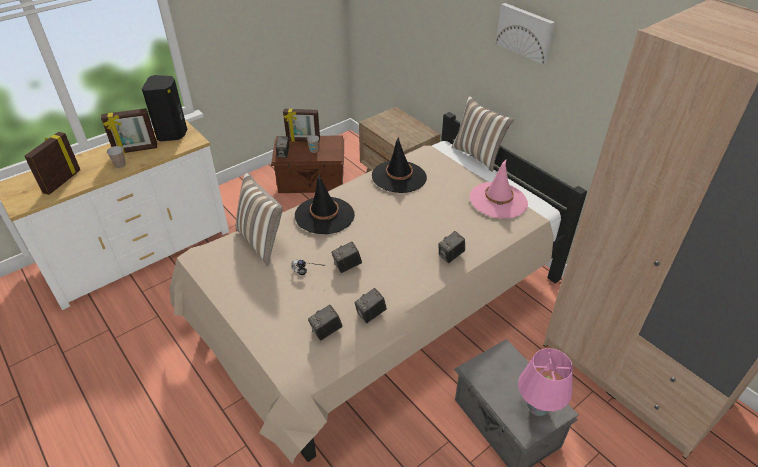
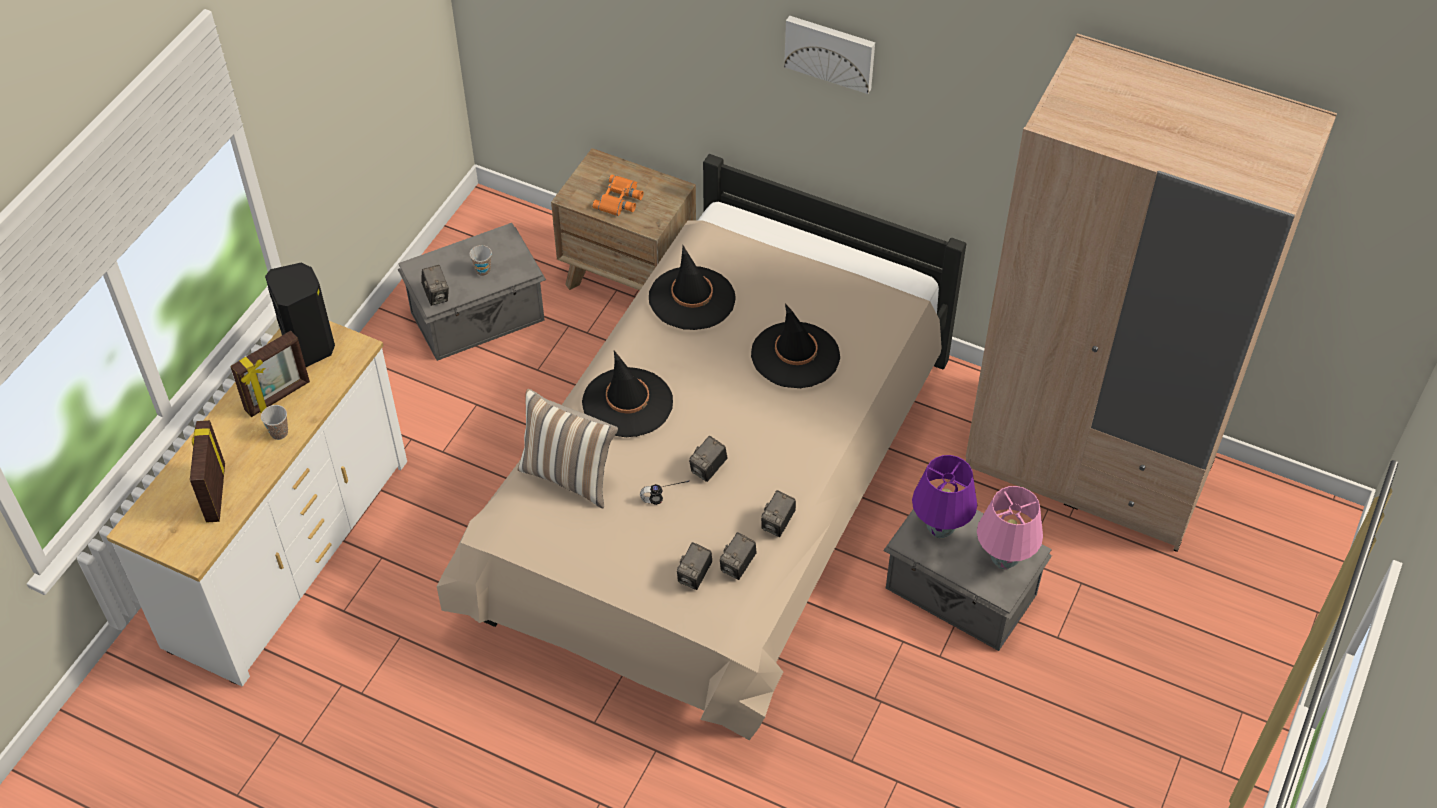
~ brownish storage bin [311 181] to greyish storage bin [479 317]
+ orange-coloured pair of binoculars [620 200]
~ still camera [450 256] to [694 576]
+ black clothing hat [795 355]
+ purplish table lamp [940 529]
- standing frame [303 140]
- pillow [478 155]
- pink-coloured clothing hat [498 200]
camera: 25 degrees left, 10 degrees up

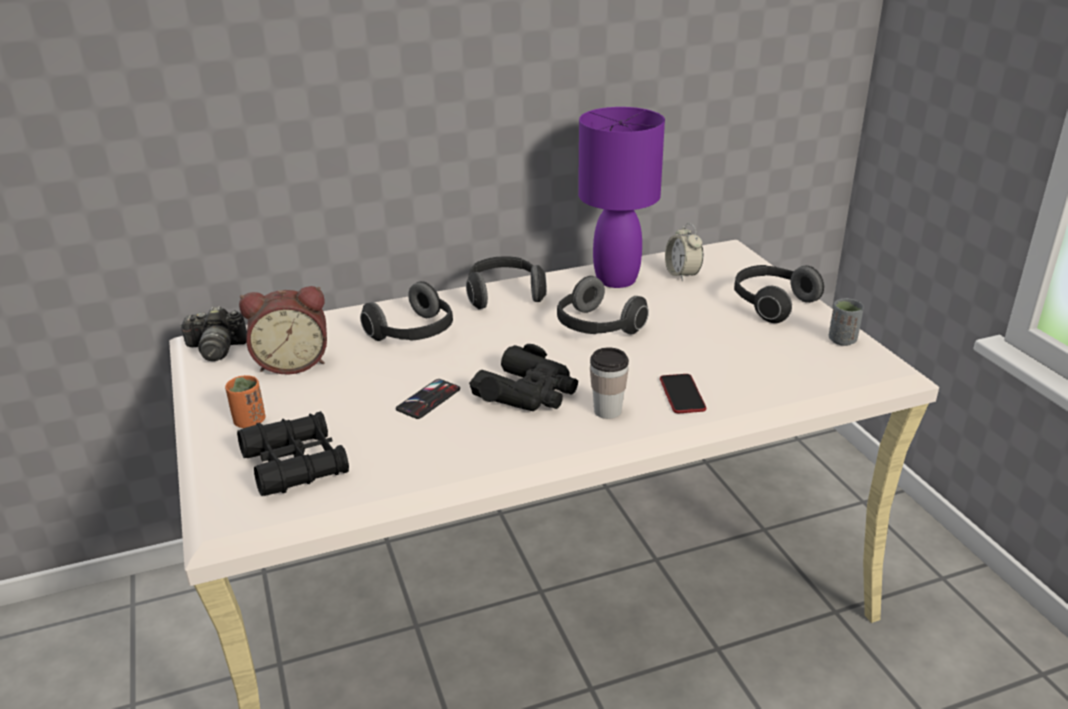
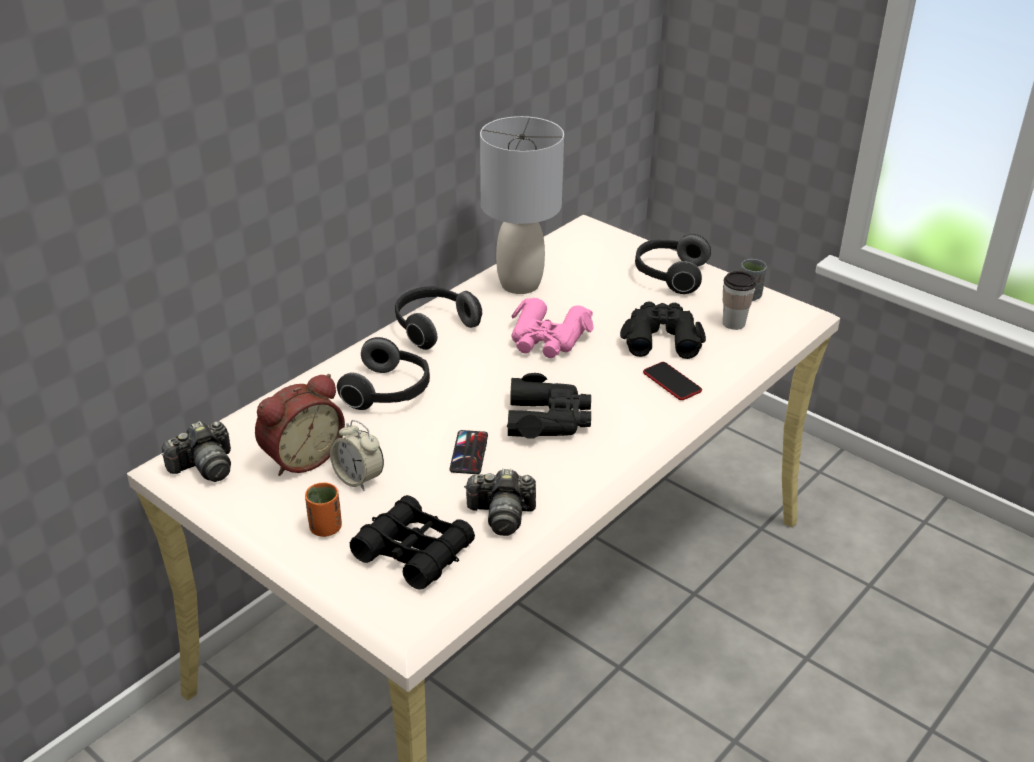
~ bedside clock [682 274] to [358 478]
+ still camera [501 515]
~ purplish table lamp [617 279] to greyish table lamp [520 284]
~ pair of headphones [596 328] to pink-coloured pair of binoculars [547 339]
+ black pair of binoculars [661 337]
~ small cup [607 411] to [734 323]
camera: 30 degrees left, 5 degrees up

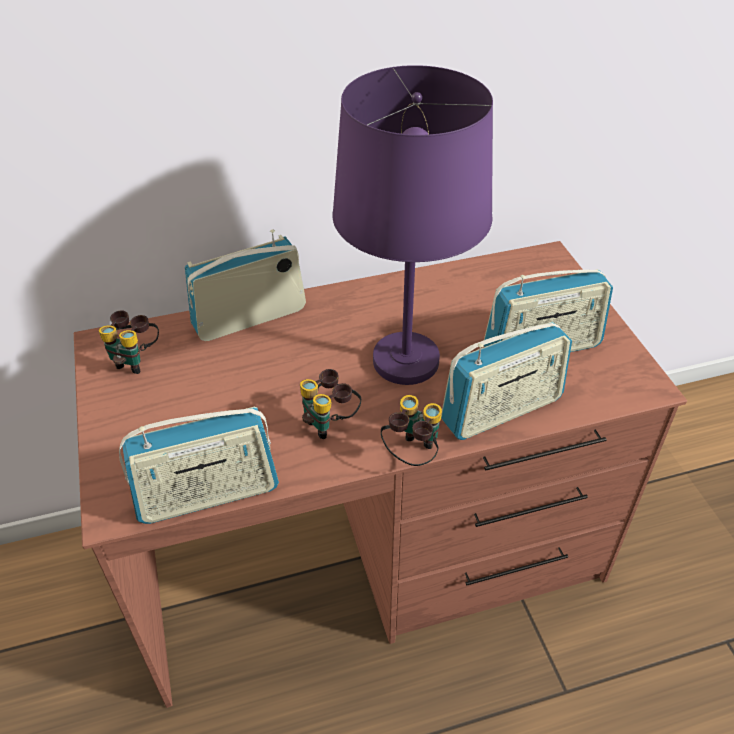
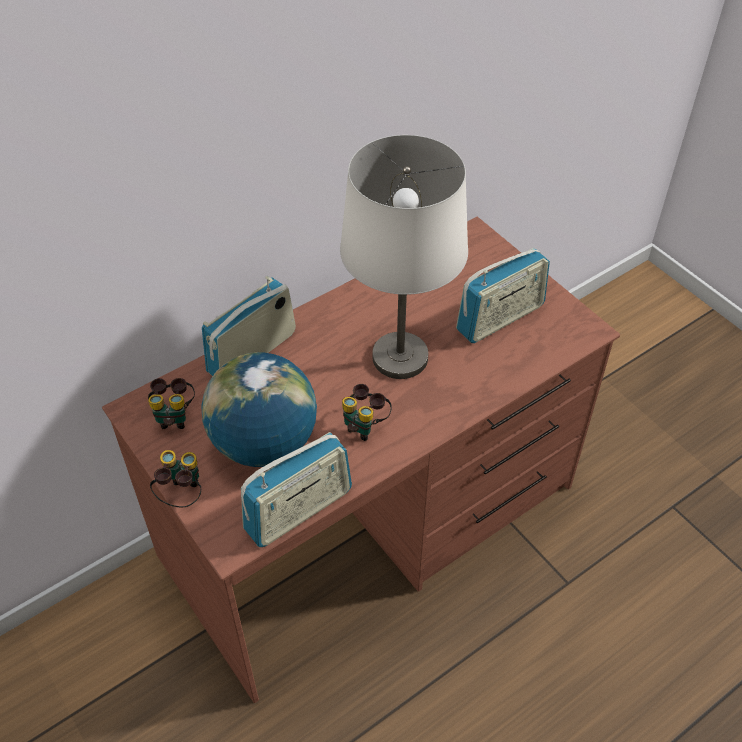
~ pair of binoculars [412 454] to [182 495]
+ world globe [264 443]
~ purplish table lamp [407 361] to white-coloured table lamp [401 358]
- radio set [502 410]
camera: 20 degrees left, 5 degrees up

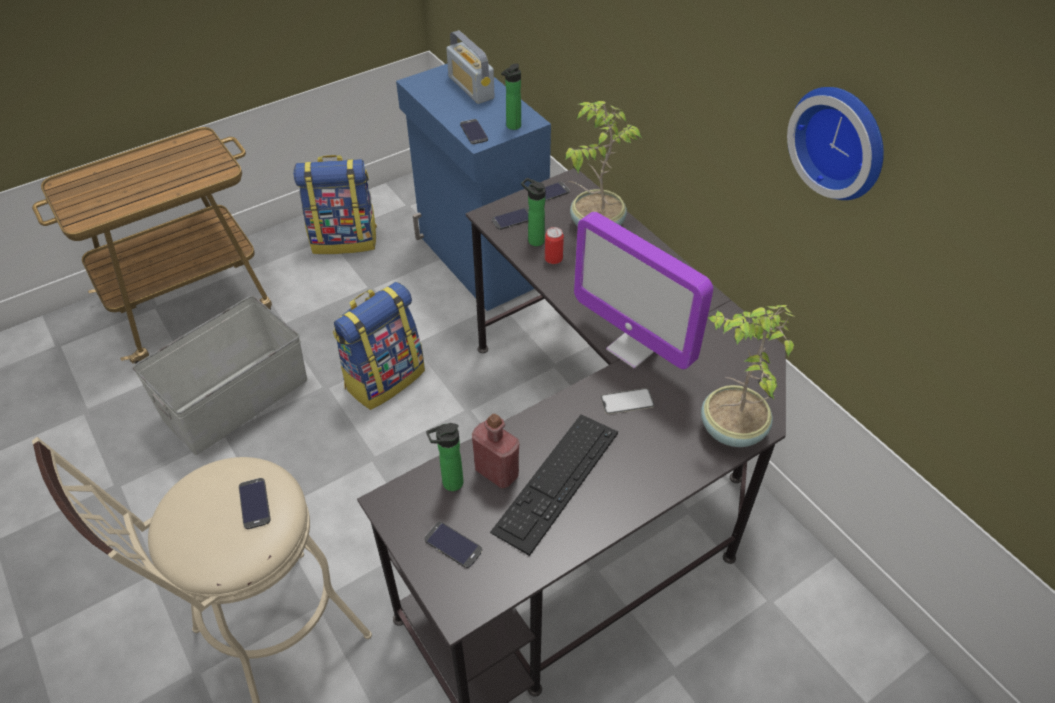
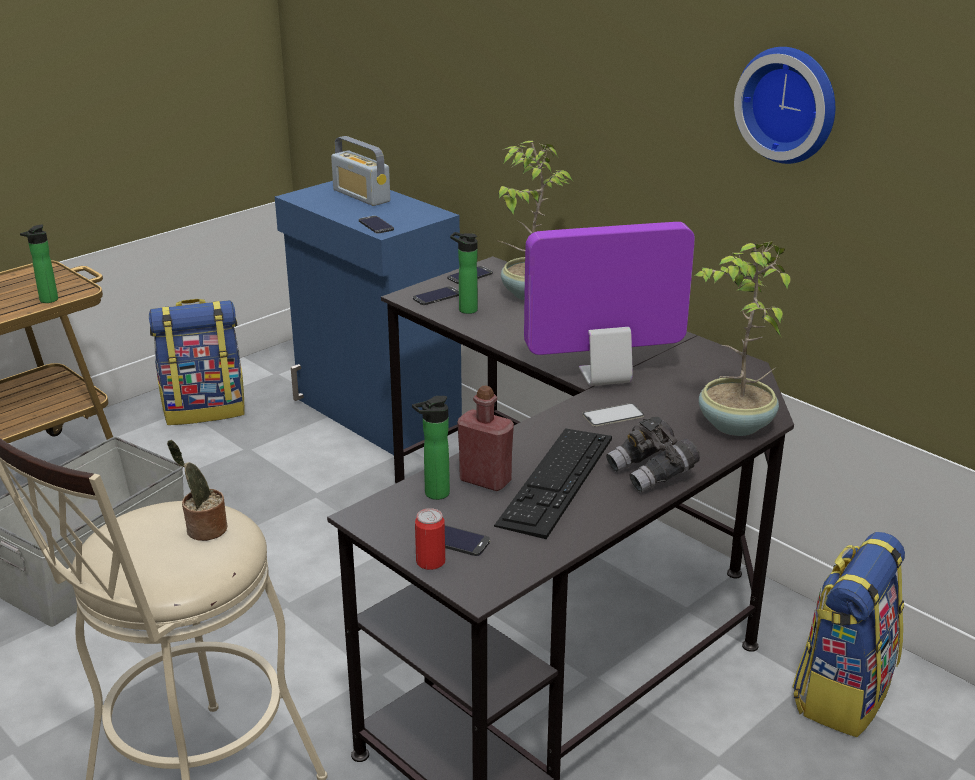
~ beverage bottle [512 127] to [46 301]
~ telephone [254 503] to potted plant [203 530]
~ metal can [553 258] to [430 562]
~ computer screen [633 348] = [604 377] 135 degrees clockwise
+ greyish pair of binoculars [652 473]
~ knapsack [384 378] to [842 692]
camera: 10 degrees left, 20 degrees down

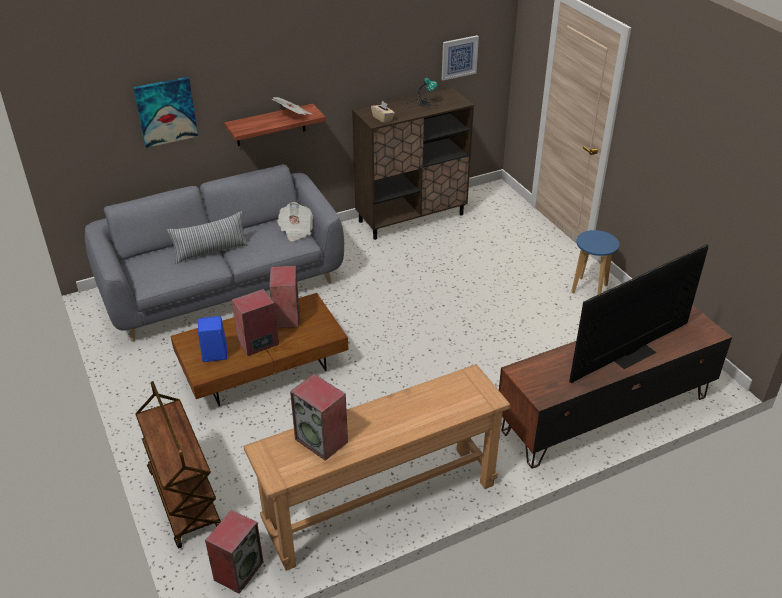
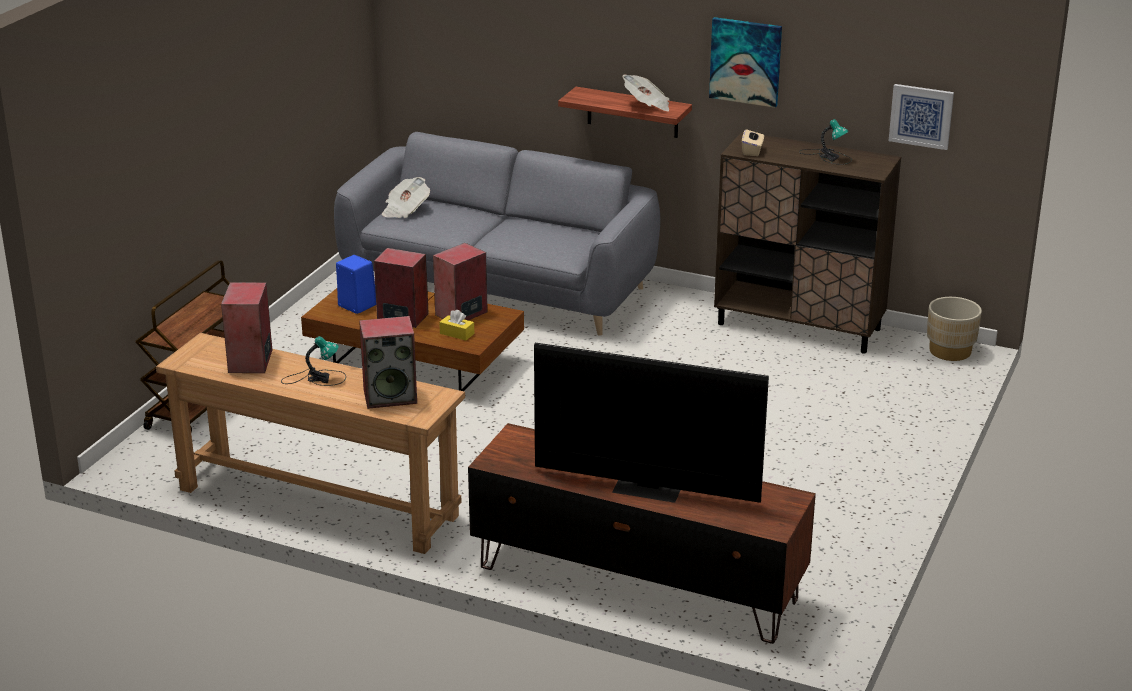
+ table lamp [316 378]
~ loudspeaker [238 570] to [391 396]
~ daily paper [296 230] to [405 210]
+ yellowish tissue holder [457 333]
~ picture [166 111] to [745 61]
+ sand-coloured planter [950 351]
- pillow [211 251]
- bluish sitting stool [589 289]
camera: 50 degrees right, 10 degrees down

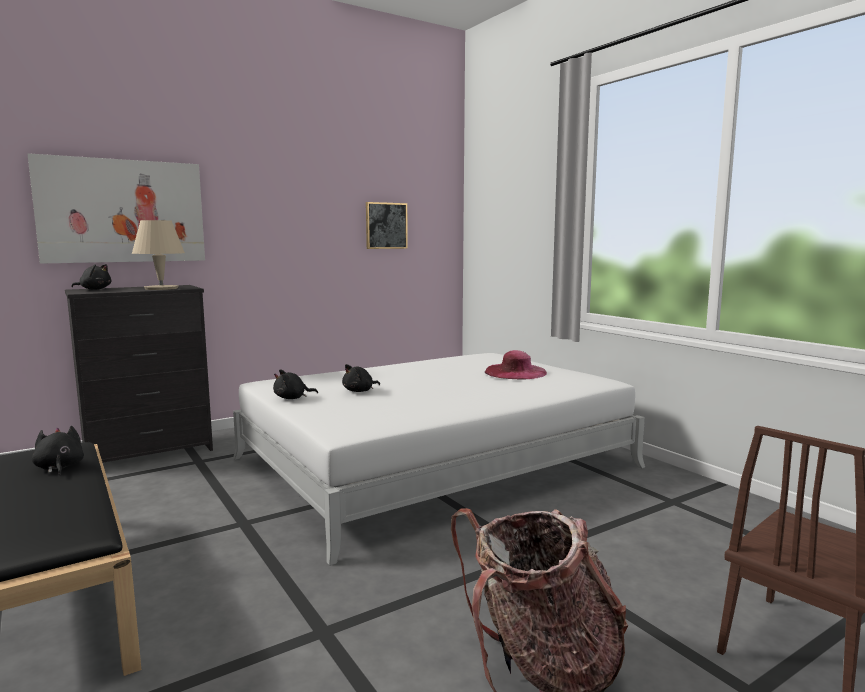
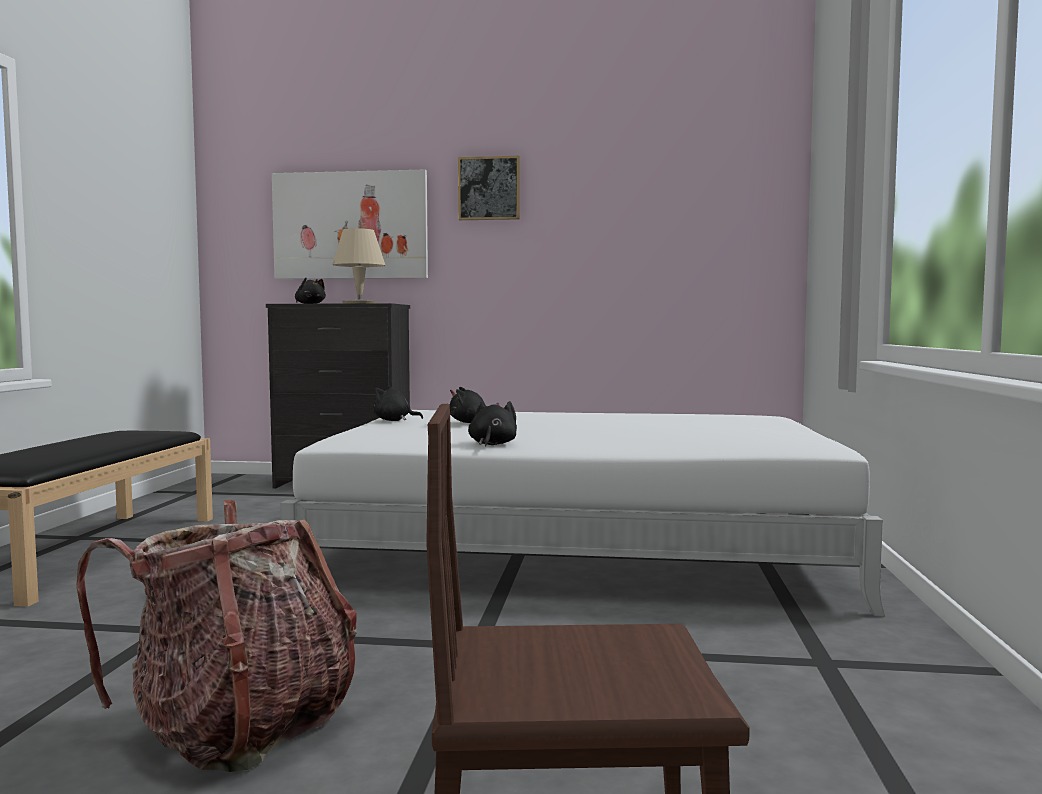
~ picture [386 225] to [489 188]
~ black plush toy [59 468] to [492 444]
- pink-coloured clothing hat [515 372]
camera: 40 degrees right, 5 degrees down

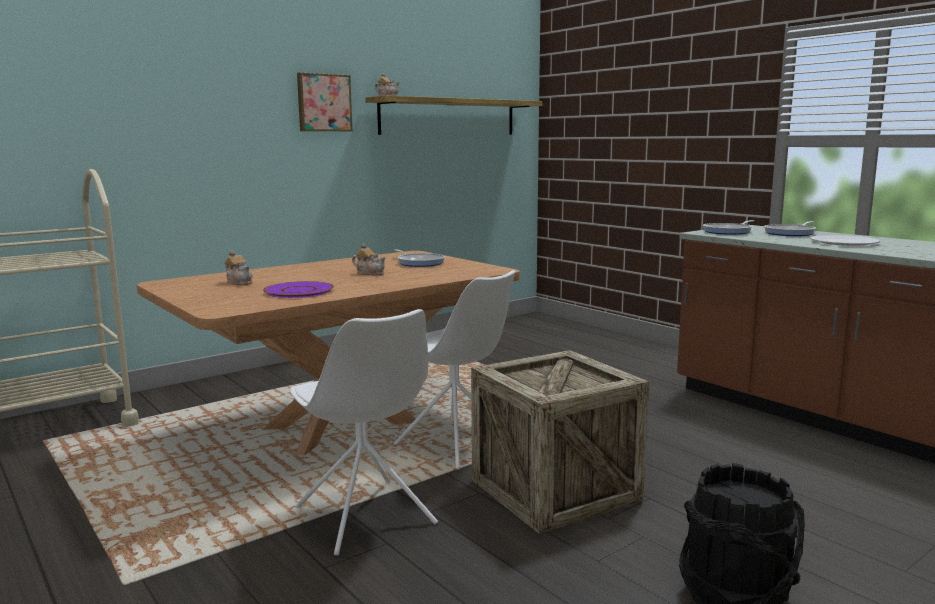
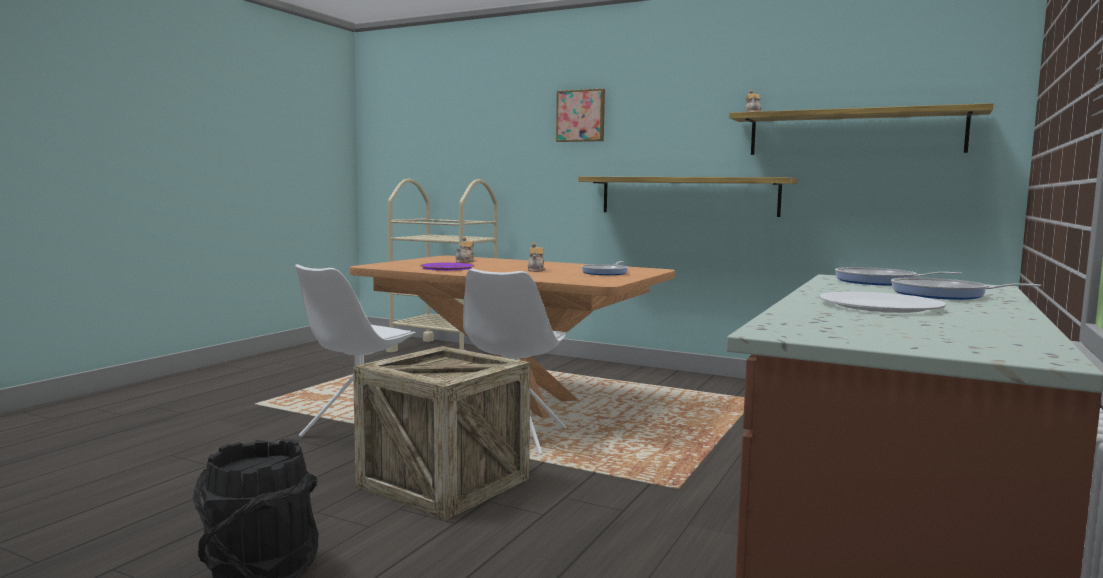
~ picture [323 103] to [581 116]
+ bracket shelf [688 196]
camera: 65 degrees right, 5 degrees down

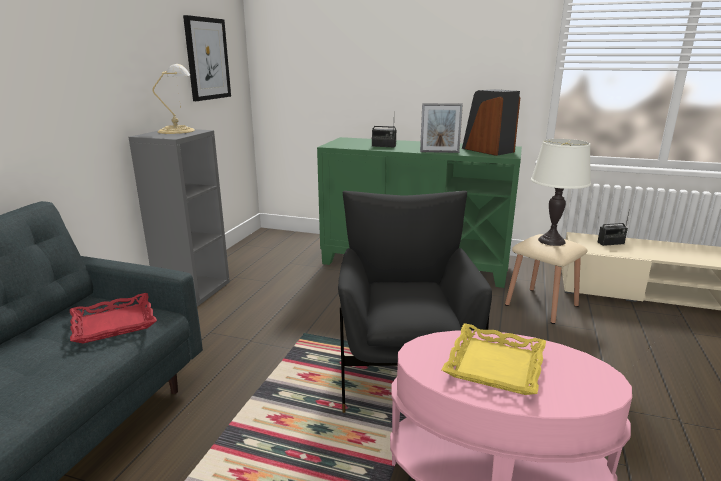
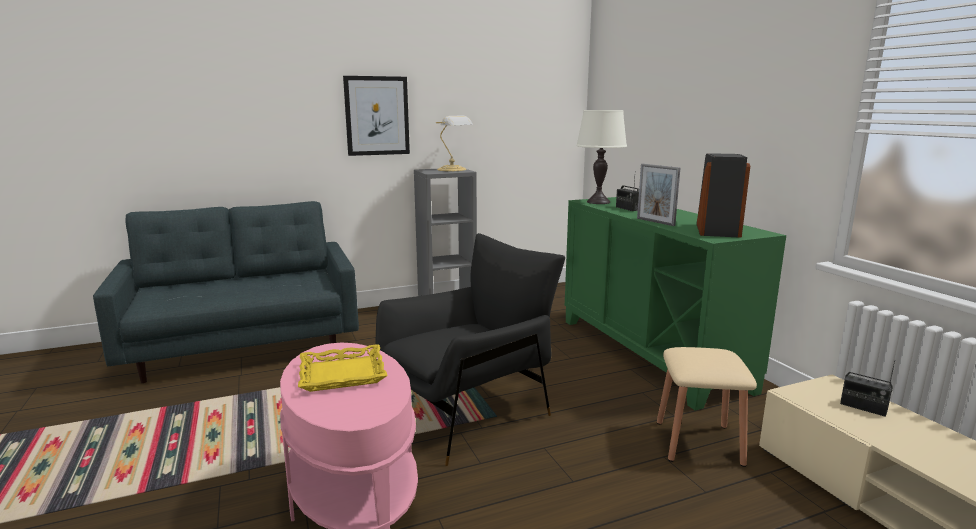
~ picture [207 59] to [377 116]
~ white-coloured table lamp [551 241] to [598 202]
- reddish serving tray [113 324]
camera: 50 degrees right, 5 degrees down

